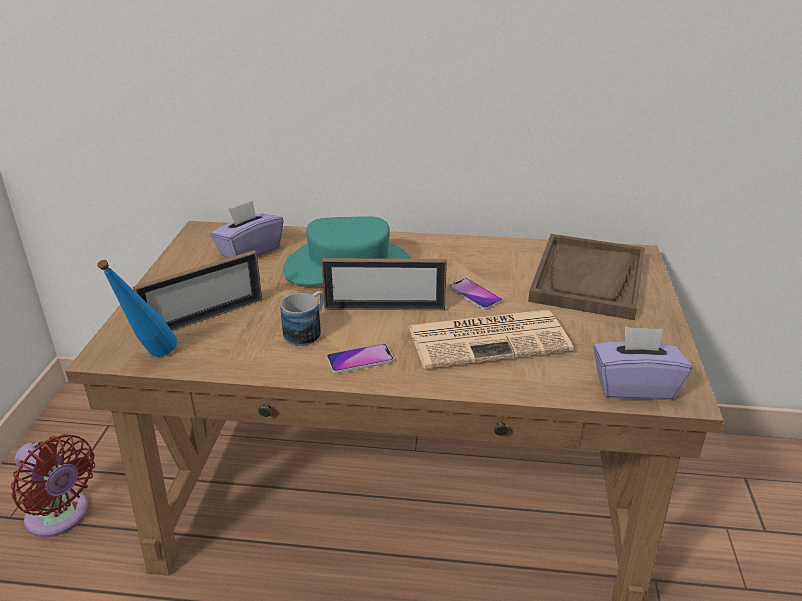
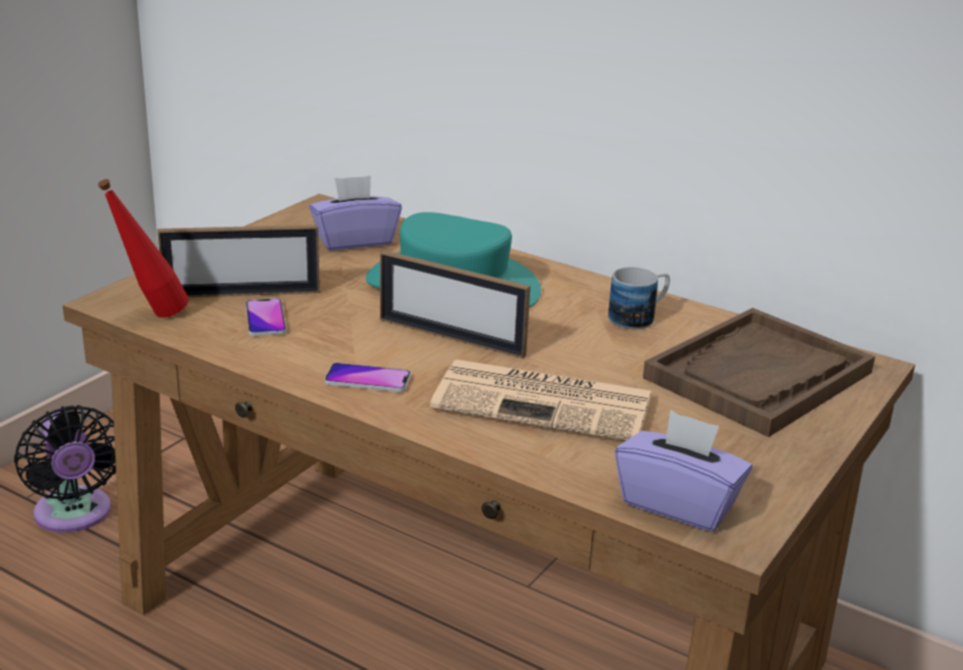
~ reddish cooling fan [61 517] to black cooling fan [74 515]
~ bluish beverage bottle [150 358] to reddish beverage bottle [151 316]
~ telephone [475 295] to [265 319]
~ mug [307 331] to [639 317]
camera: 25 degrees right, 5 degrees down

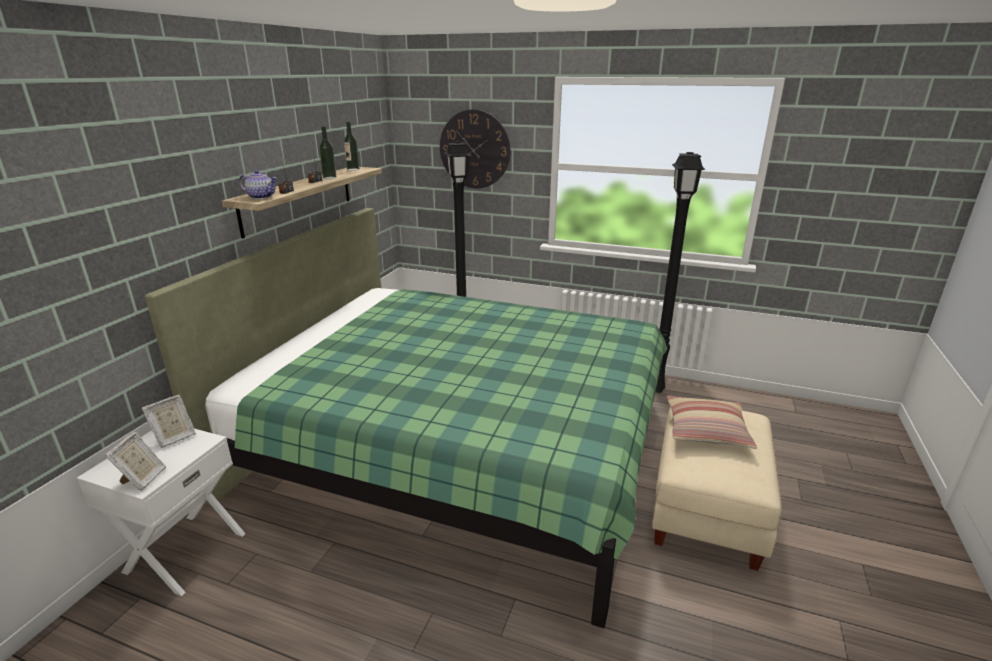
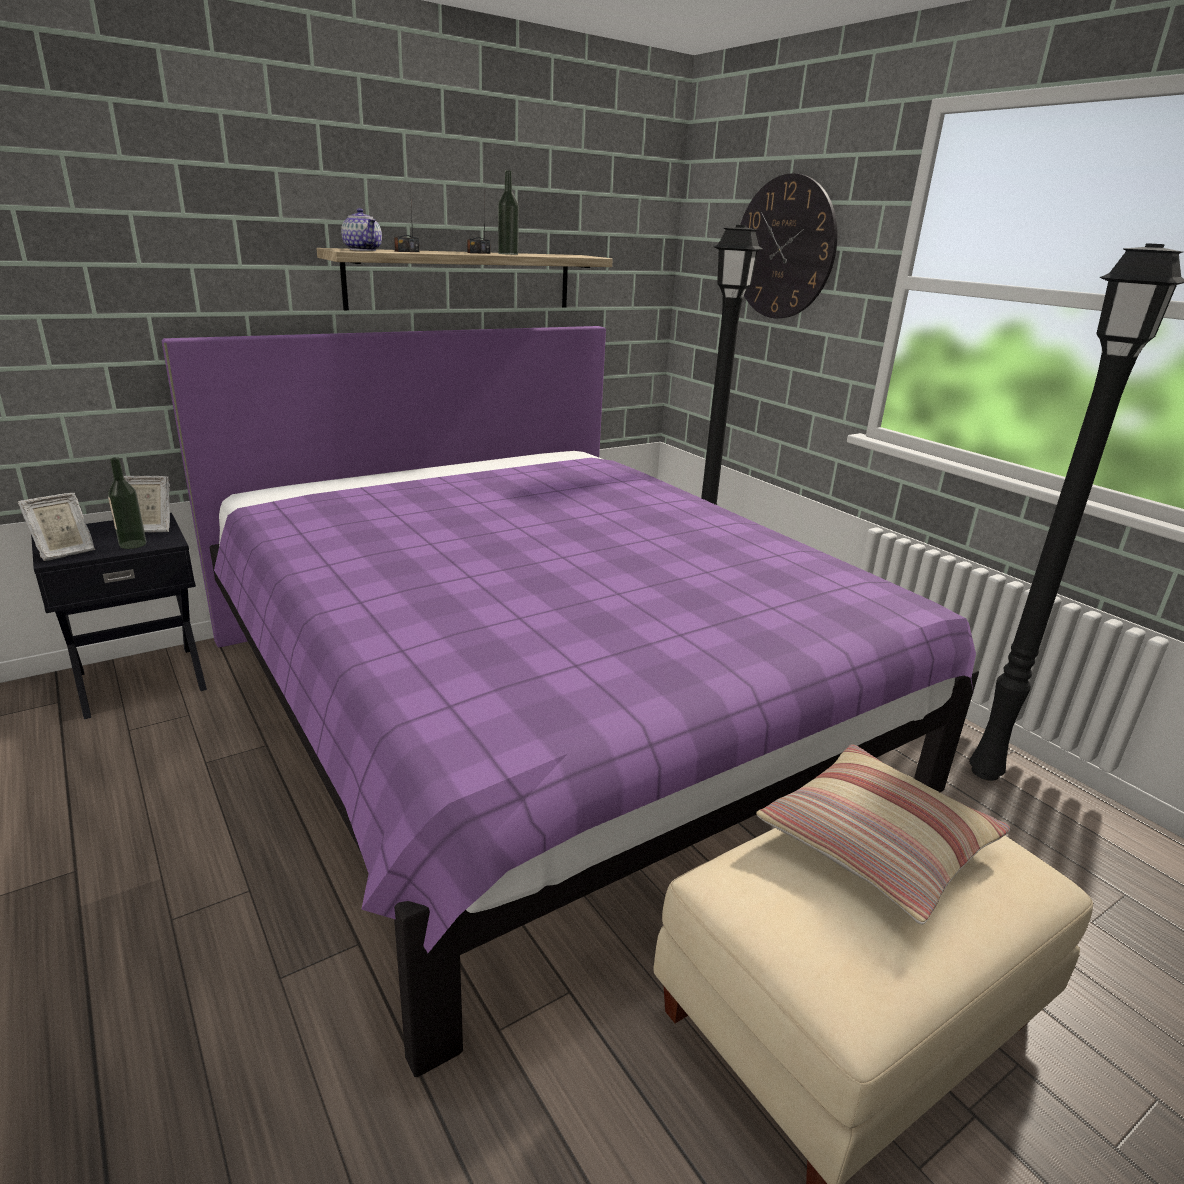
~ white-coloured bedside table [184 552] to black bedside table [141 679]
~ beverage bottle [353 169] to [132 544]
~ green-coloured bedroom bed [458 449] to purplish bedroom bed [538 711]
camera: 35 degrees right, 0 degrees up

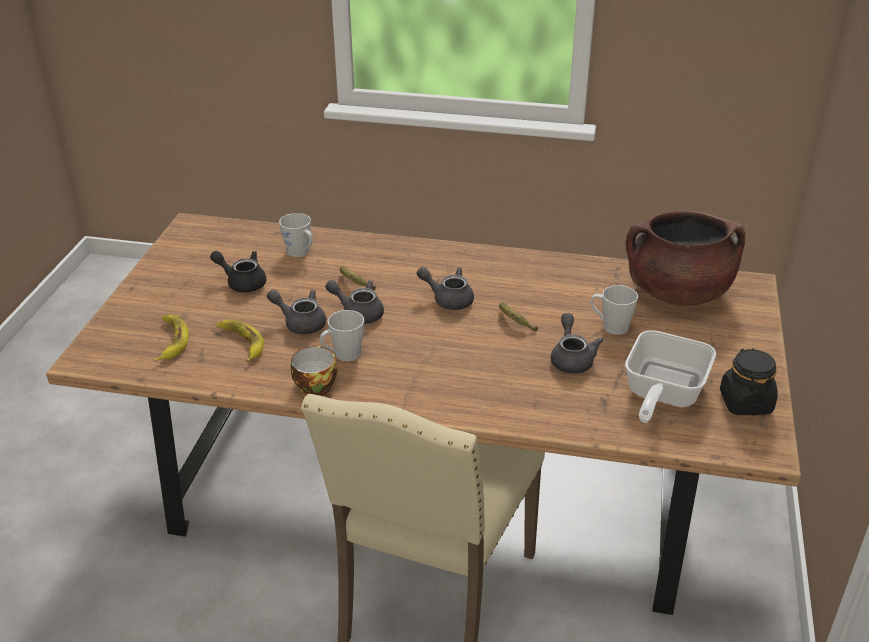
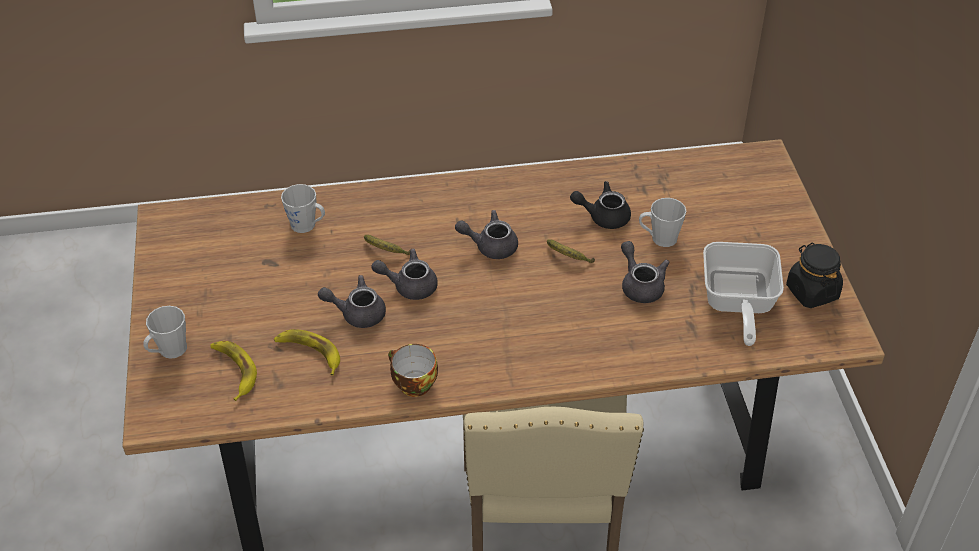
~ greyish mug [343 355] to [169 351]
~ black pot for tea [242 282] to [603 216]
- brownish saucepot [677 292]
camera: 20 degrees left, 10 degrees up

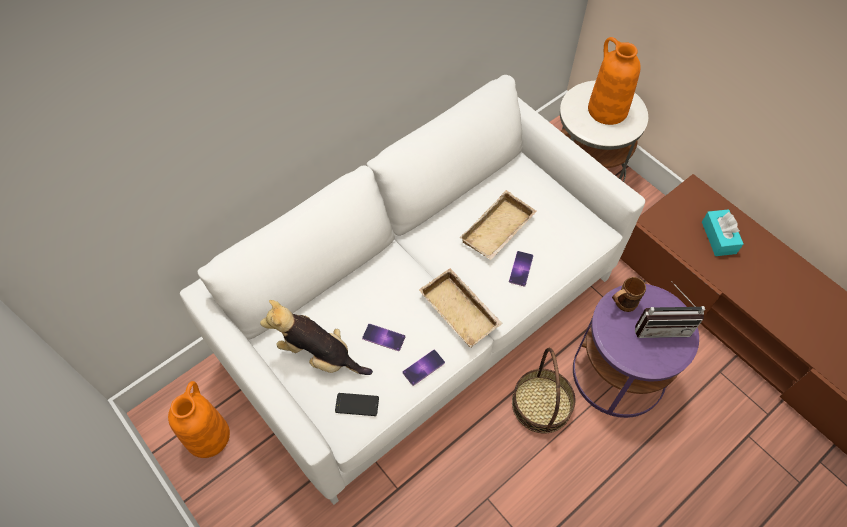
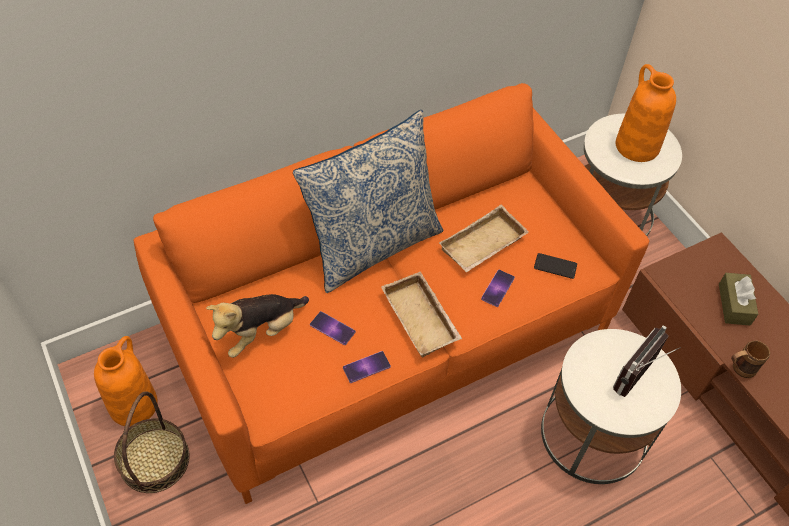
~ storage basket [541 404] to [154 460]
~ white-coloured sofa [423 318] to orange-coloured sofa [391 332]
~ plush toy [319 355] = [261 332] 75 degrees counterclockwise
+ pillow [372 245]
~ telephone [357 404] to [555 266]
~ purplish end table [619 373] to white-coloured end table [593 434]
~ radio set [661 325] = [640 379] 120 degrees clockwise
~ turquoise-coloured tissue holder [718 237] to brownish tissue holder [734 304]
~ brownish mug [621 304] to [738 369]
camera: 10 degrees right, 5 degrees down

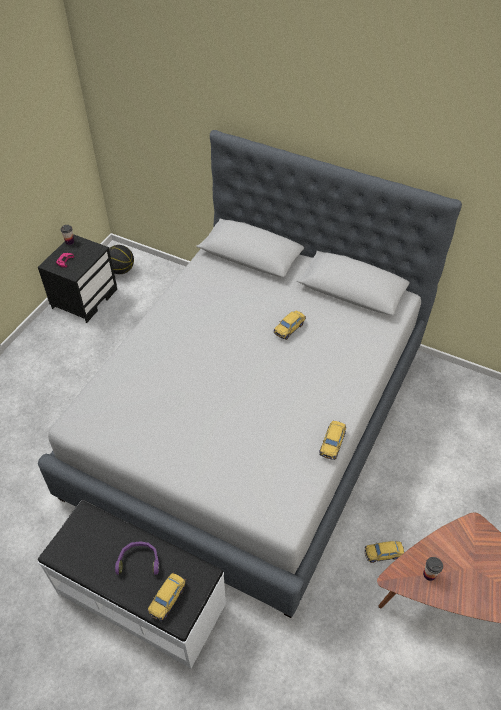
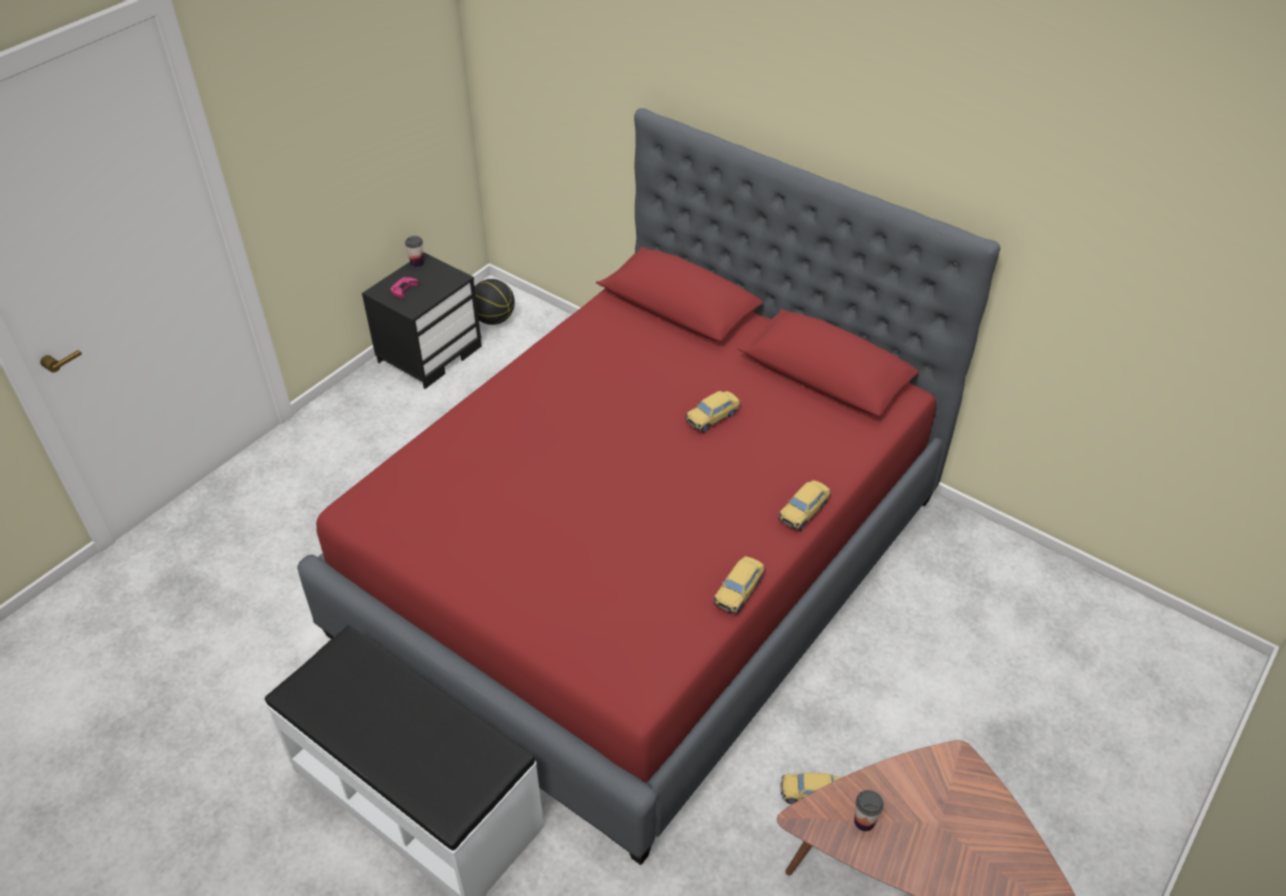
~ greyish bedroom bed [251 421] to reddish bedroom bed [644 564]
~ toy car [167 599] to [804 511]
- purplish pair of headphones [139 560]
camera: 10 degrees right, 5 degrees down

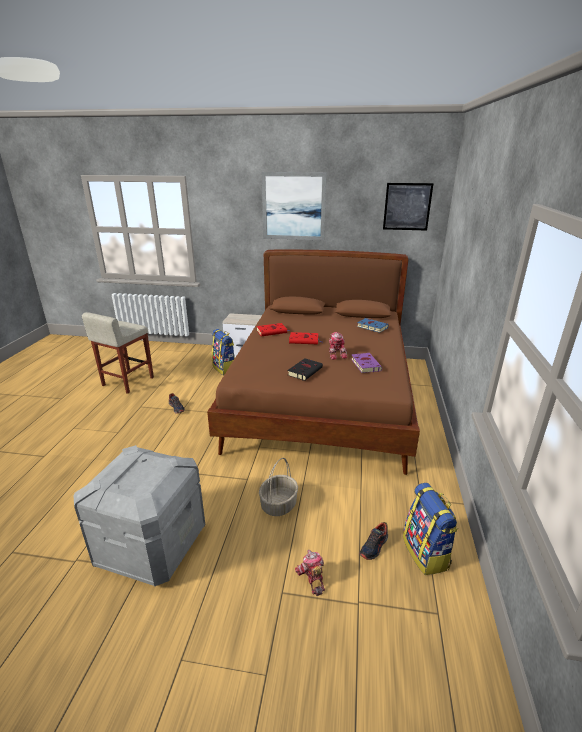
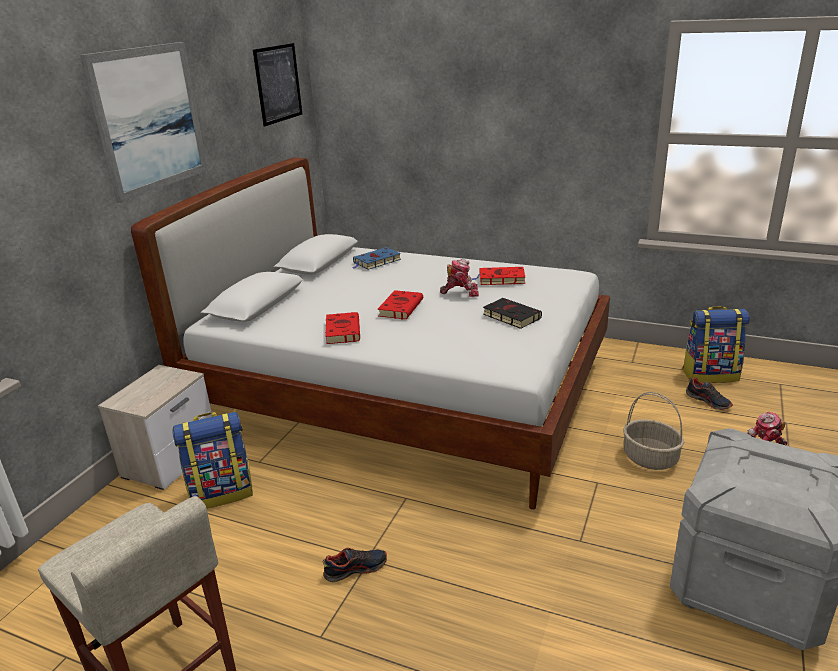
~ brownish bedroom bed [322 399] to white-coloured bedroom bed [404 393]
~ purplish bound book [365 364] to reddish bound book [500 279]
camera: 75 degrees left, 0 degrees up

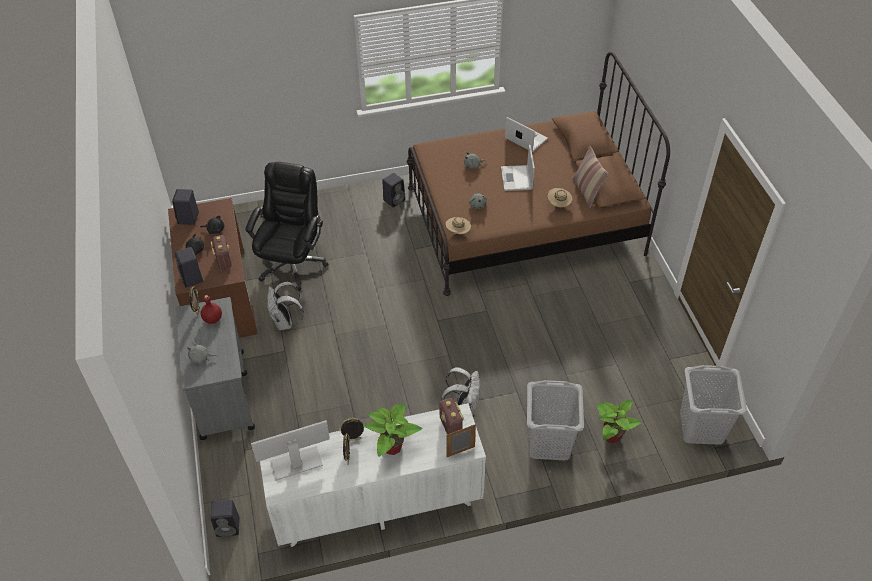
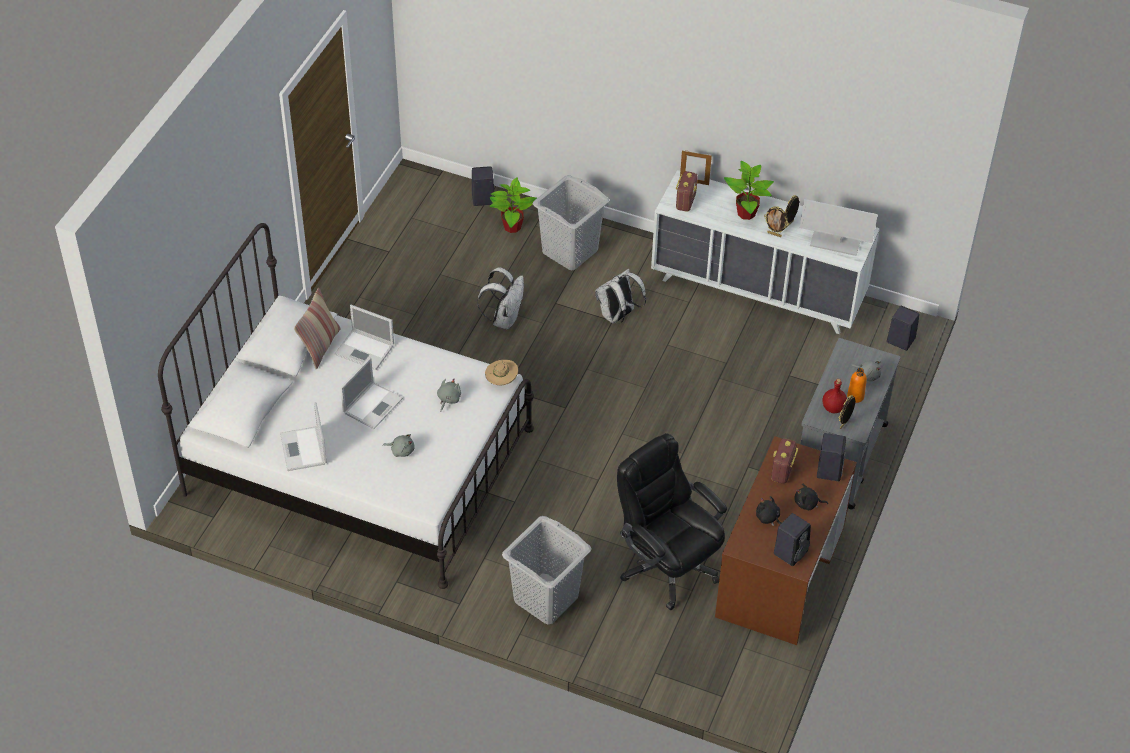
~ brownish bedroom bed [524 220] to white-coloured bedroom bed [359 461]
~ sand-coloured clothing hat [559 204] to portable computer [365 350]
~ black loudspeaker [394 199] to [482 199]
~ white-coloured knapsack [285 322] to [504 319]
~ greyish washing basket [701 427] to [545 598]
~ black office chair [292 263] = [667 566] 90 degrees clockwise
+ orange-coloured beverage bottle [855 396]
camera: 145 degrees left, 0 degrees up

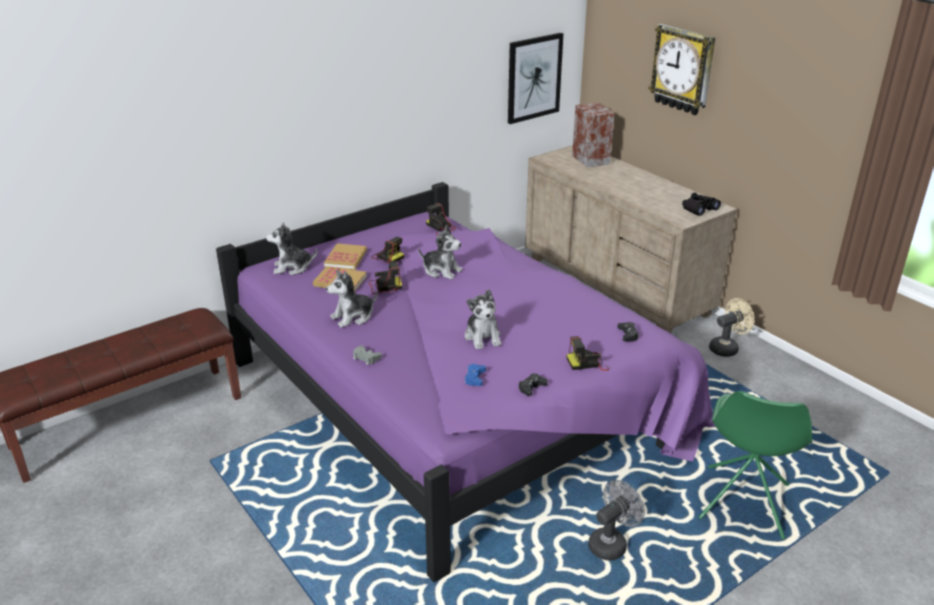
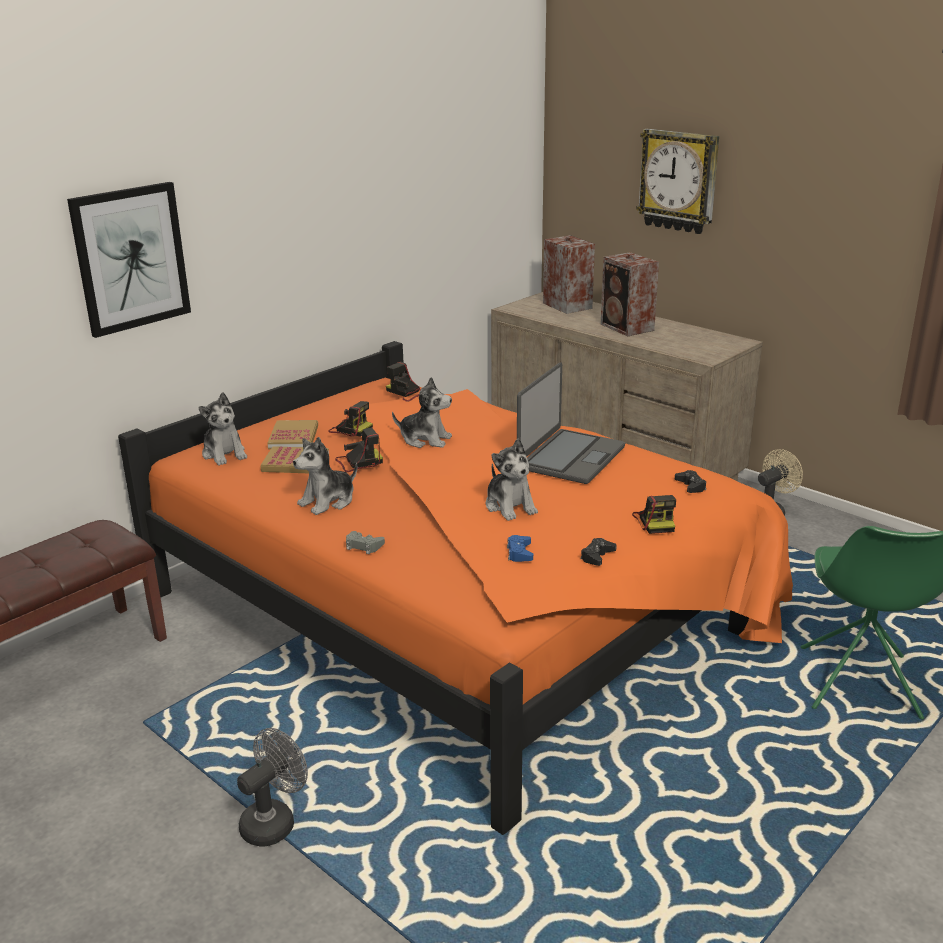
~ picture [534 78] to [131 258]
~ purplish bedroom bed [458 401] to orange-coloured bedroom bed [461 609]
~ plush toy [292 268] = [224 454] 105 degrees counterclockwise
~ greyish cooling fan [611 543] to [274 821]
+ portable computer [570 457]
+ loudspeaker [627 328]
~ still camera [587 363] = [655 521] 75 degrees counterclockwise
- black pair of binoculars [699 209]
camera: 10 degrees left, 5 degrees down

